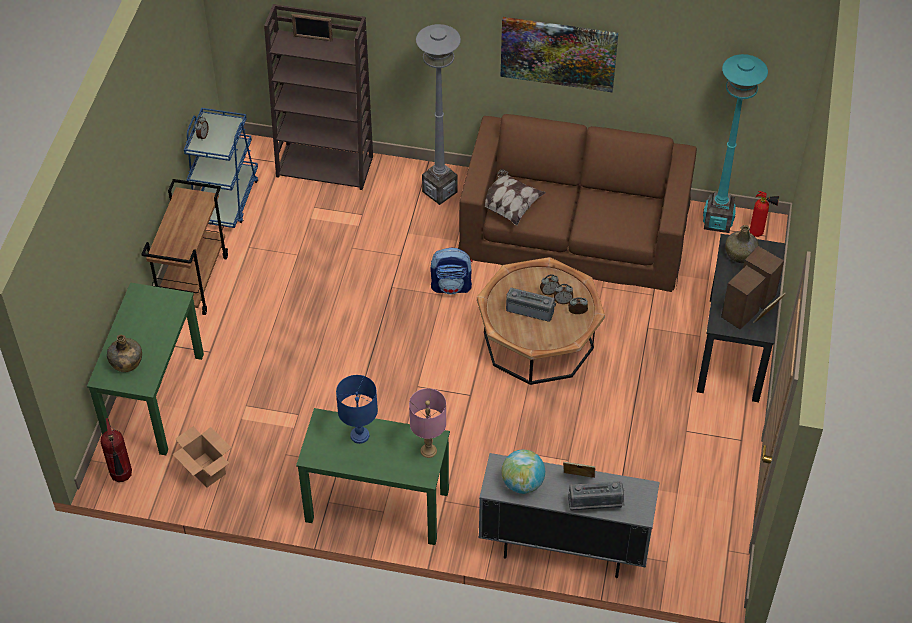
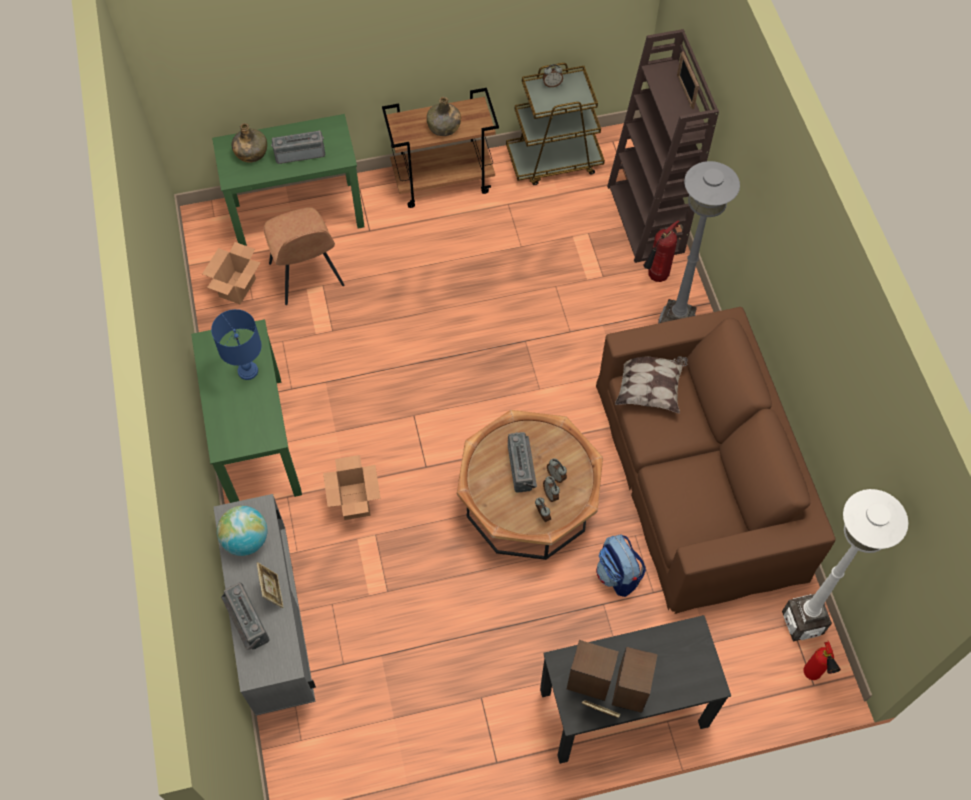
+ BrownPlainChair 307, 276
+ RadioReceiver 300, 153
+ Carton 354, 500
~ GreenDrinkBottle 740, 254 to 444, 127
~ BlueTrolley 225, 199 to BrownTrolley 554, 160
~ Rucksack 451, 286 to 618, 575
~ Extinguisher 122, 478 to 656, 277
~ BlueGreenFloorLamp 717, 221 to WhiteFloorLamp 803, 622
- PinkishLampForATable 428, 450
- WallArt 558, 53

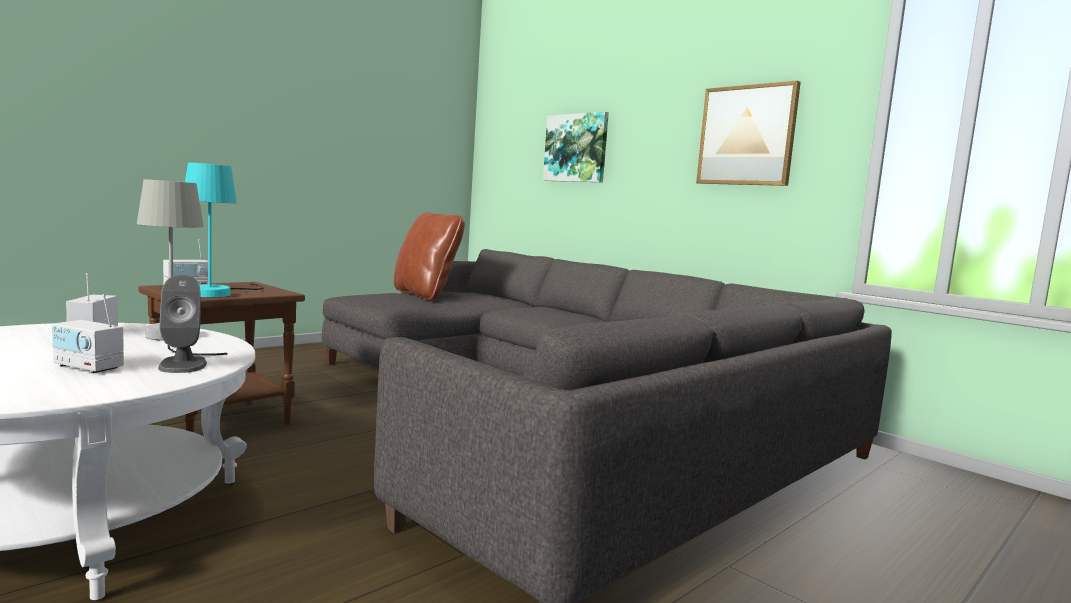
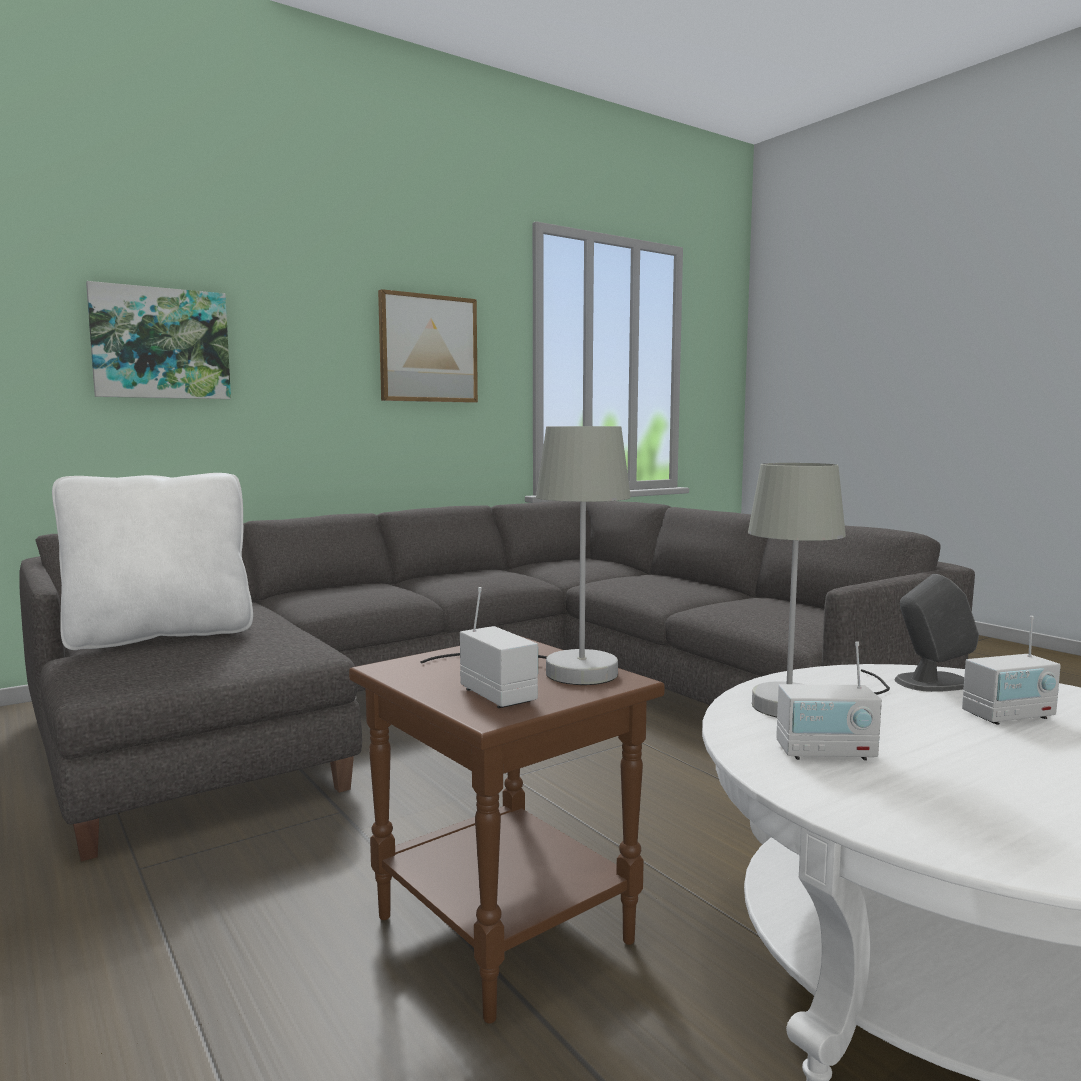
~ BrownCushion 425, 295 to WhiteCushion 161, 635
~ BlueGreenLampForATable 219, 293 to GrayLampForATable 560, 670
~ RadioReceiver 88, 367 = 1009, 716 45 degrees clockwise

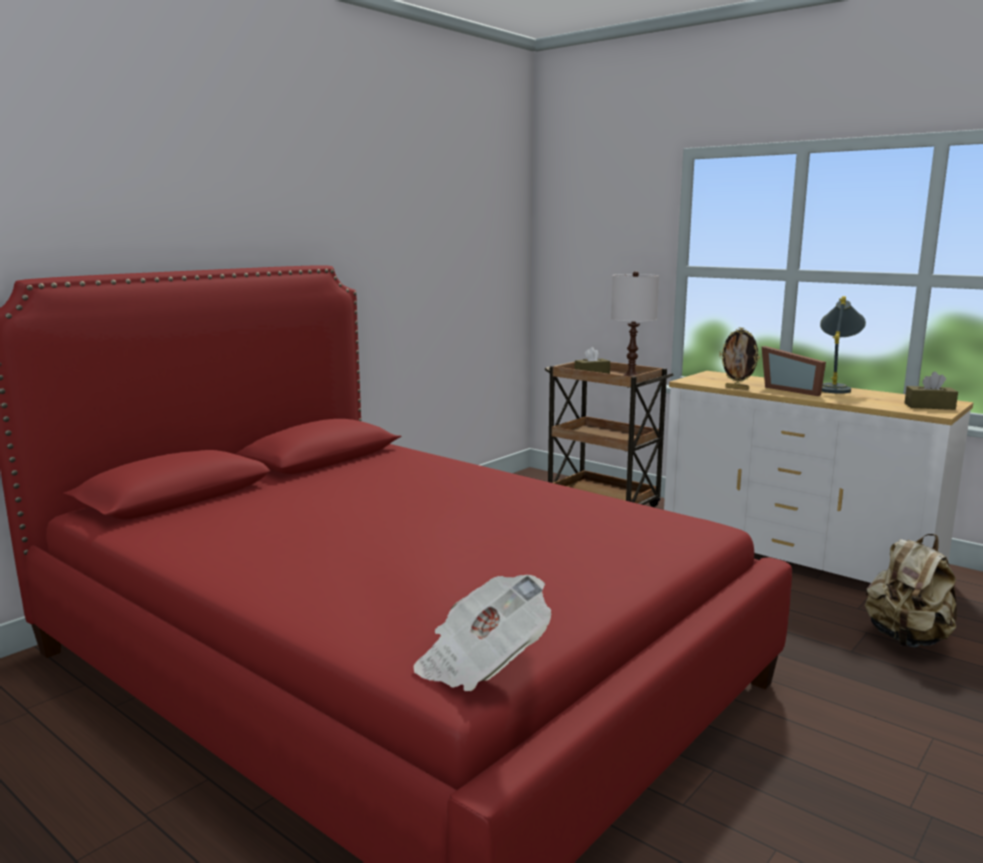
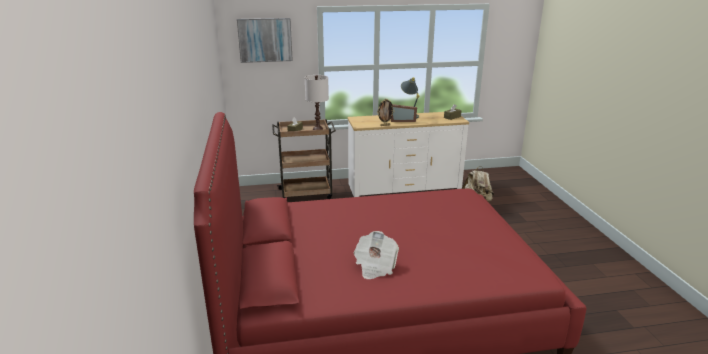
+ WallArt 265, 40
~ PrintedPaper 481, 663 to 375, 266

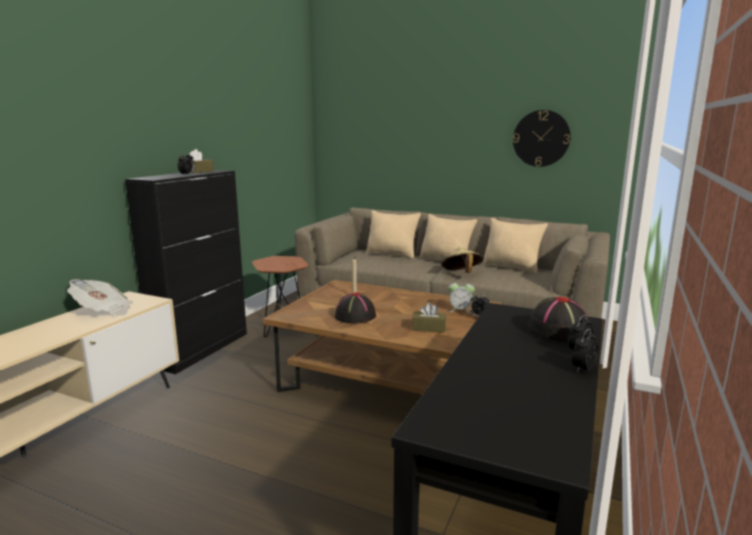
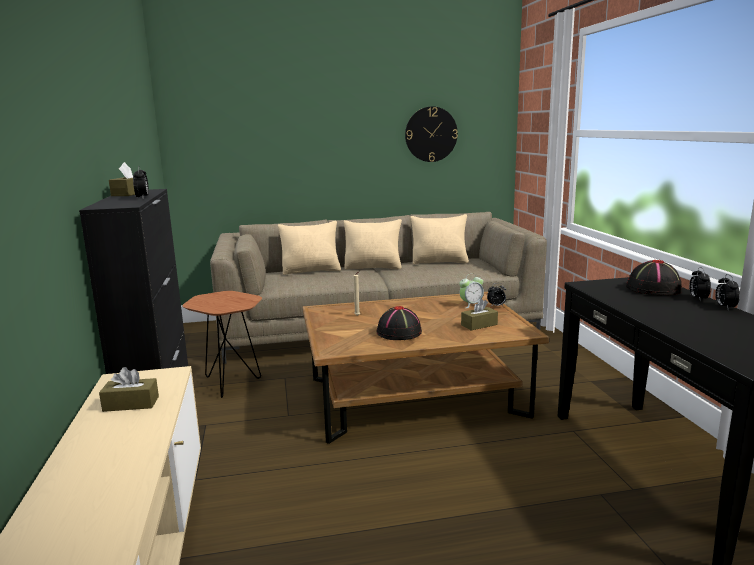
~ PrintedPaper 103, 311 to BrownBoxOfTissues 131, 404
- BeigeHat 461, 274

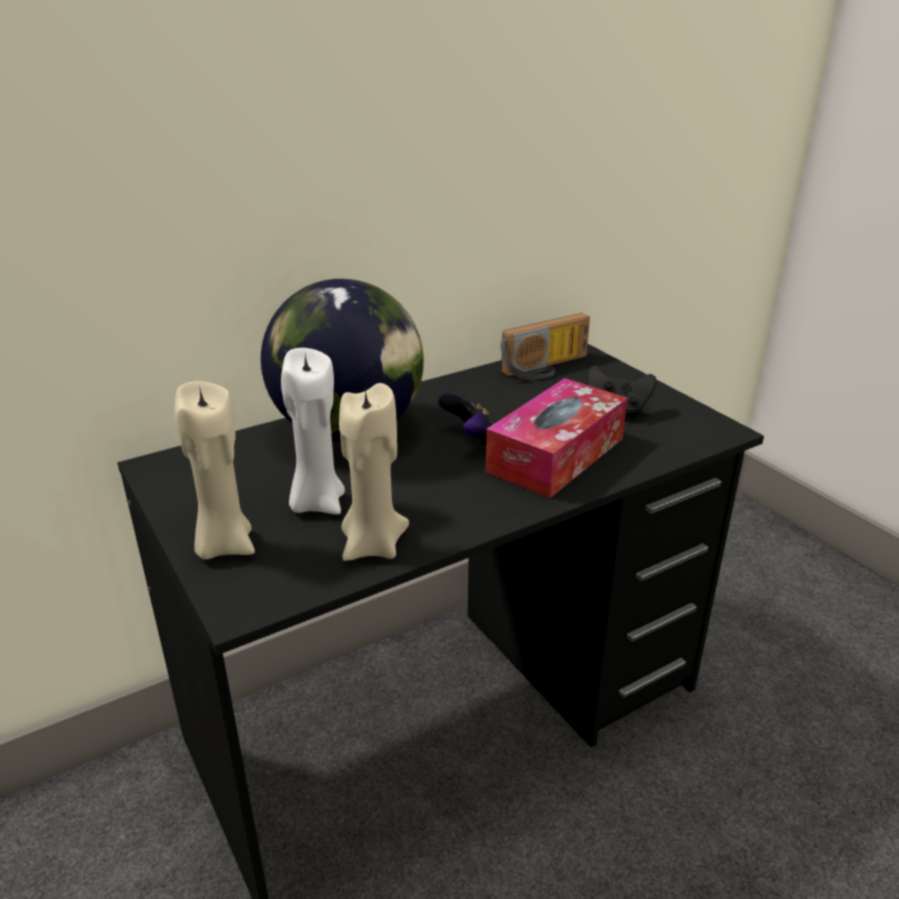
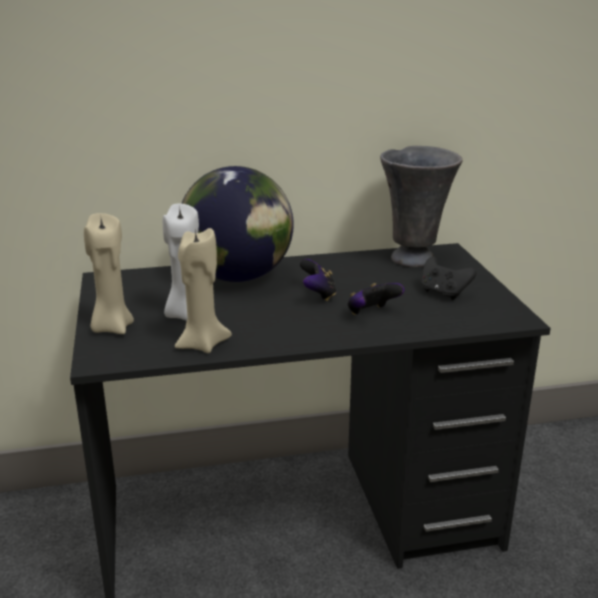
~ BoxOfTissues 556, 455 to Gamepad 371, 314
~ RadioReceiver 547, 368 to GrayFlowerVase 414, 258

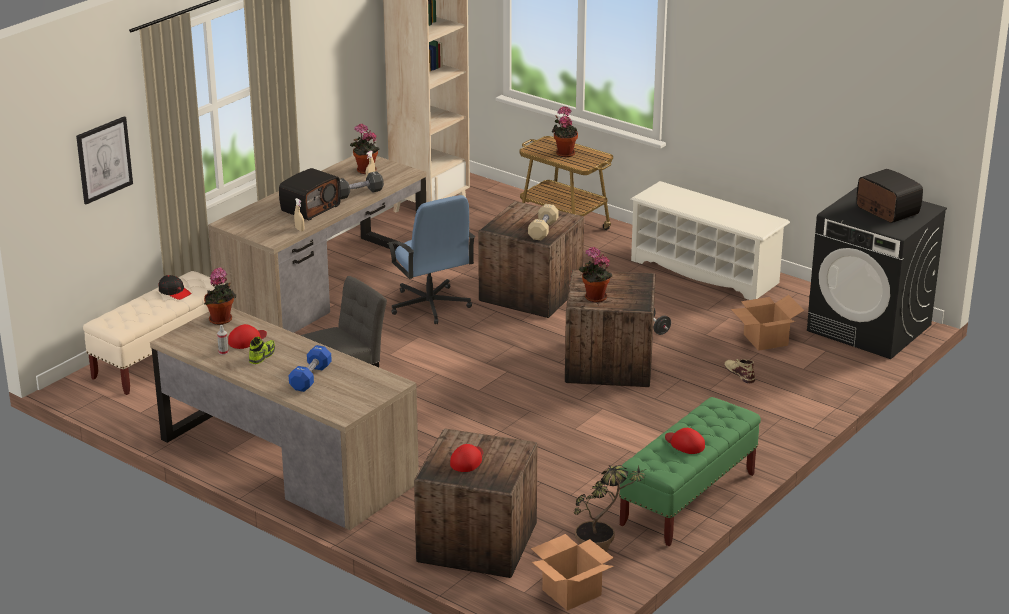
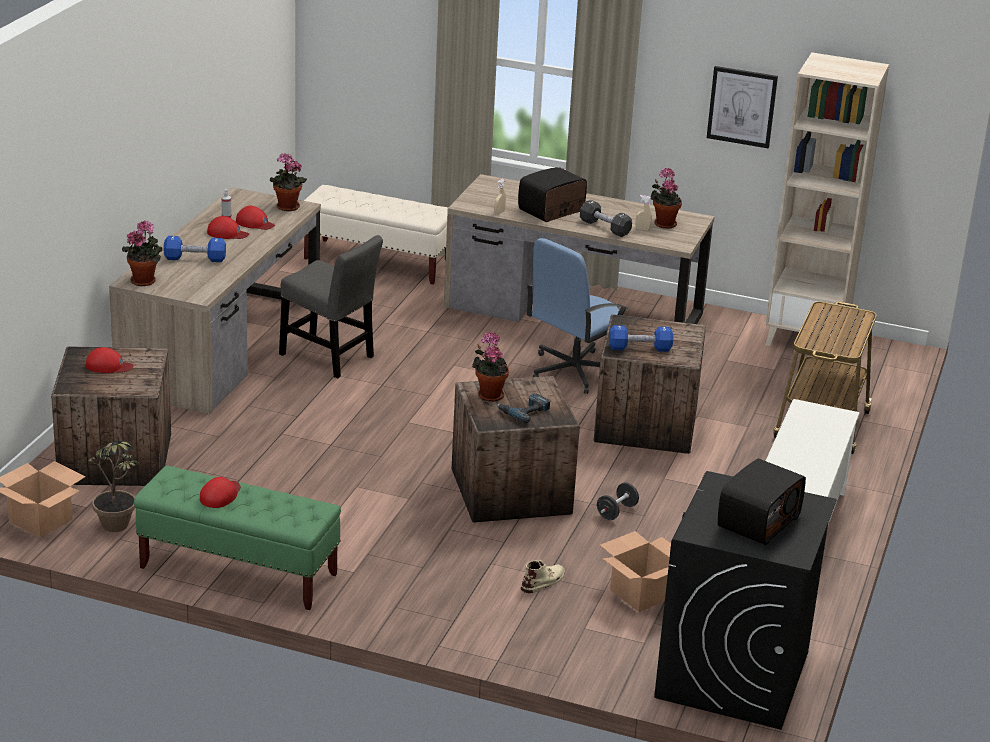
~ PlantInAPot 564, 153 to 145, 280
~ Shoe 262, 356 to ReddishCap 227, 233
+ PowerDrill 524, 411
~ RadioReceiver 310, 208 = 551, 211 120 degrees clockwise
~ BeigeHandWeight 543, 230 to BlueHandWeight 640, 348
~ WallArt 104, 159 to 742, 106
- BlackishCap 174, 292

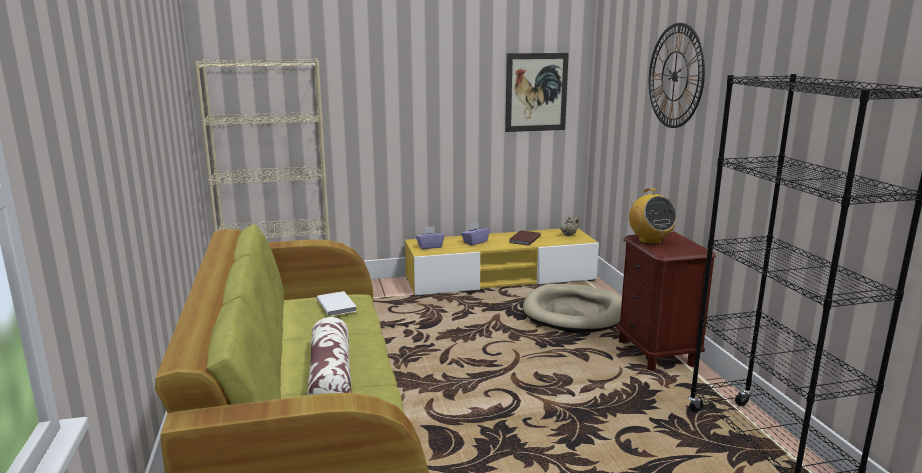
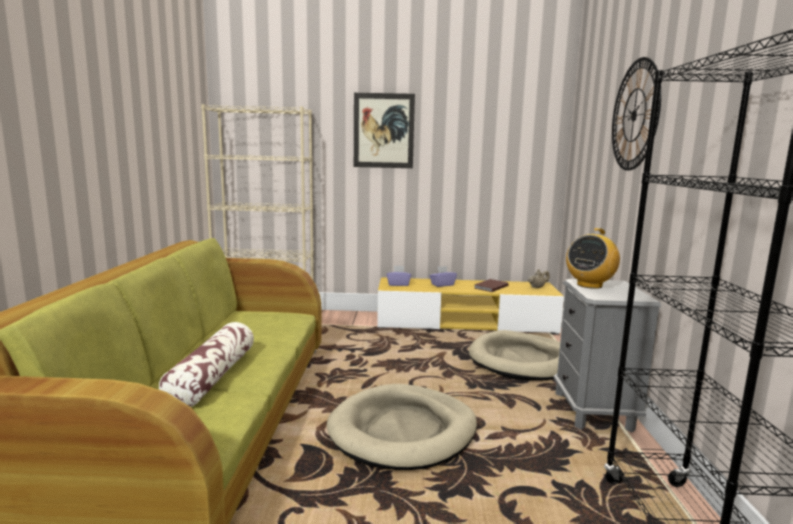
+ BeigePetBed 403, 431
~ WallArt 536, 92 to 383, 131
~ BrownBedsideTable 656, 353 to GrayBedsideTable 593, 411
~ RadioReceiver 650, 241 = 589, 285 45 degrees clockwise
- WhiteBoundBook 337, 305

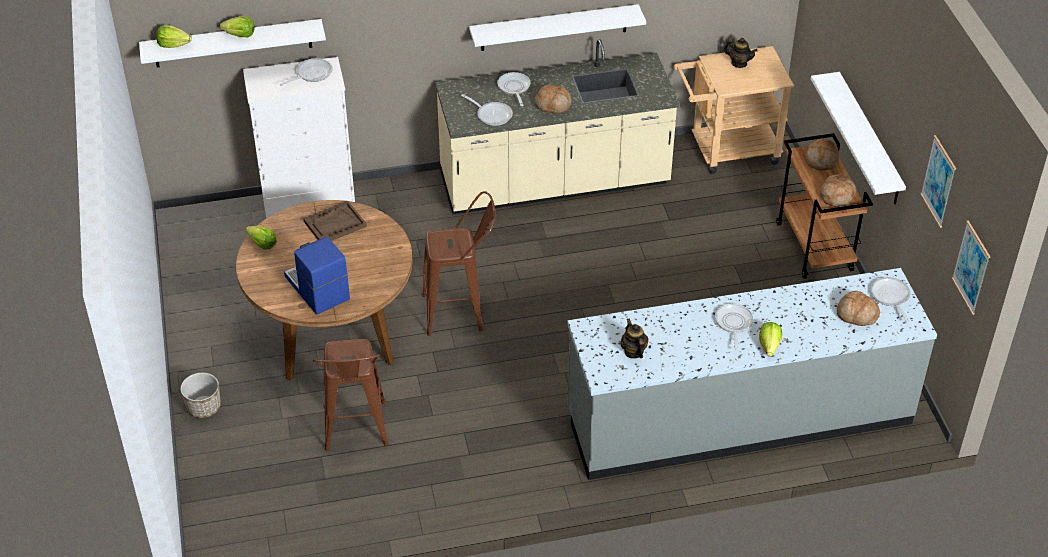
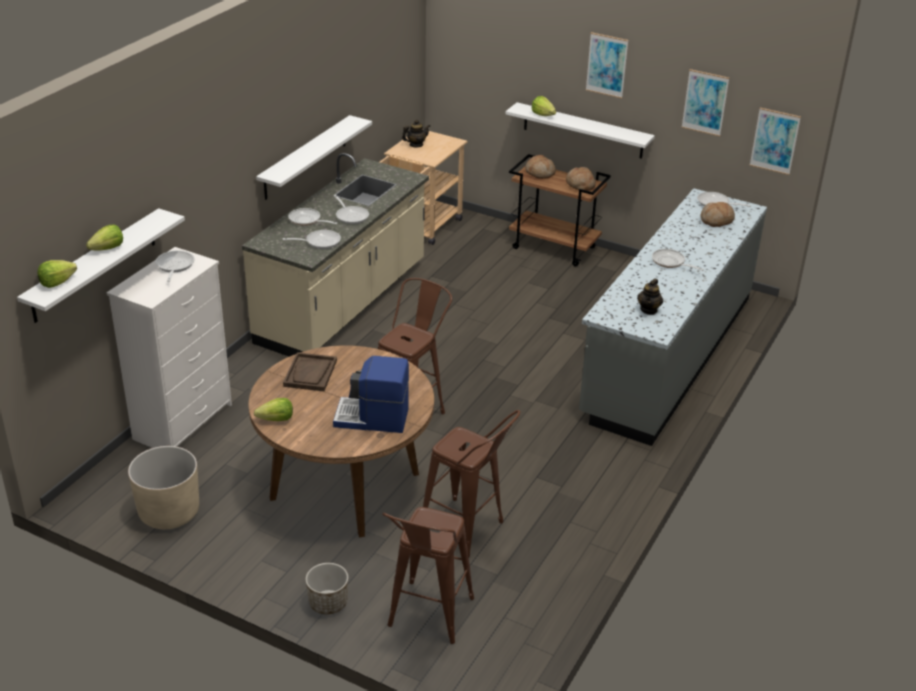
+ BeigePlanter 169, 512
~ Bread 553, 104 to Skillet 351, 216
+ BrownStool 427, 619
~ Lettuce 769, 346 to 543, 114
+ WallArt 606, 65
~ Teapot 633, 352 = 649, 310 90 degrees counterclockwise

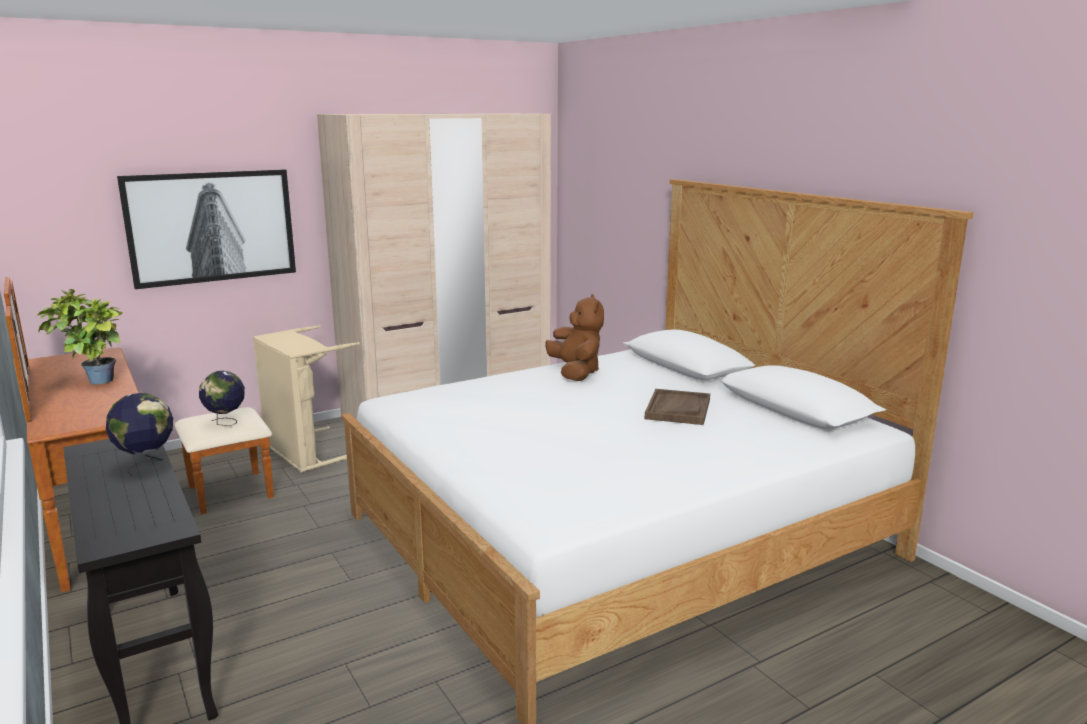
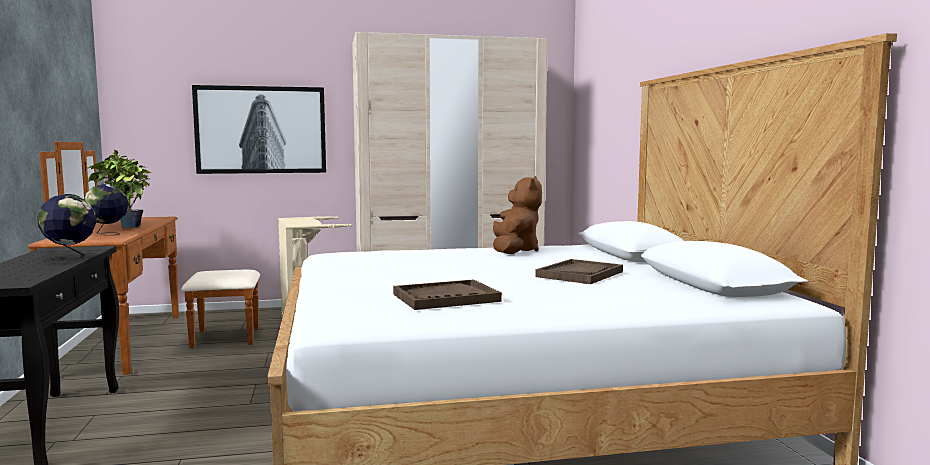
~ WorldGlobe 226, 423 to 108, 234
+ BrownCarryingTray 446, 298

